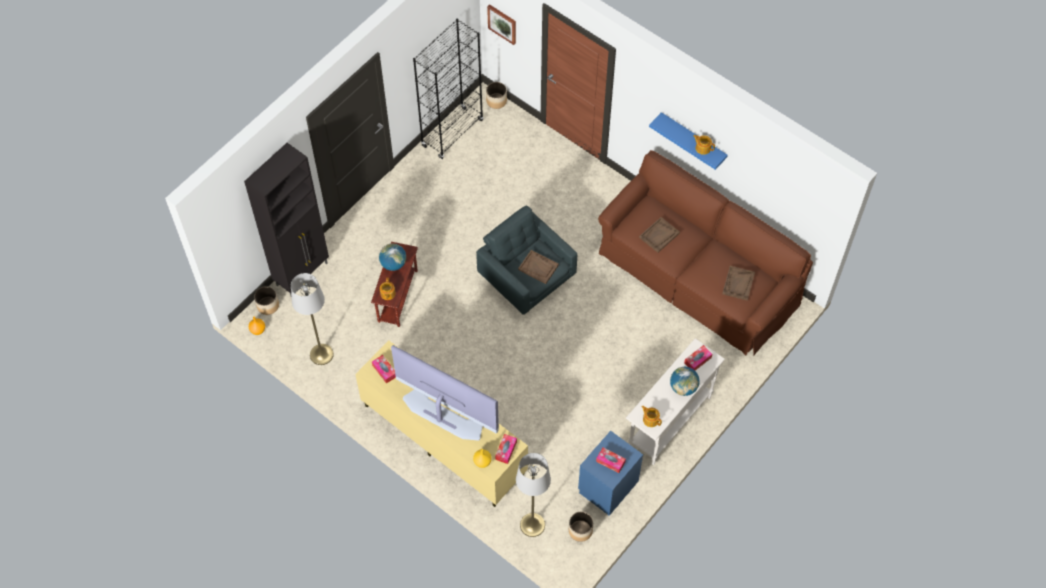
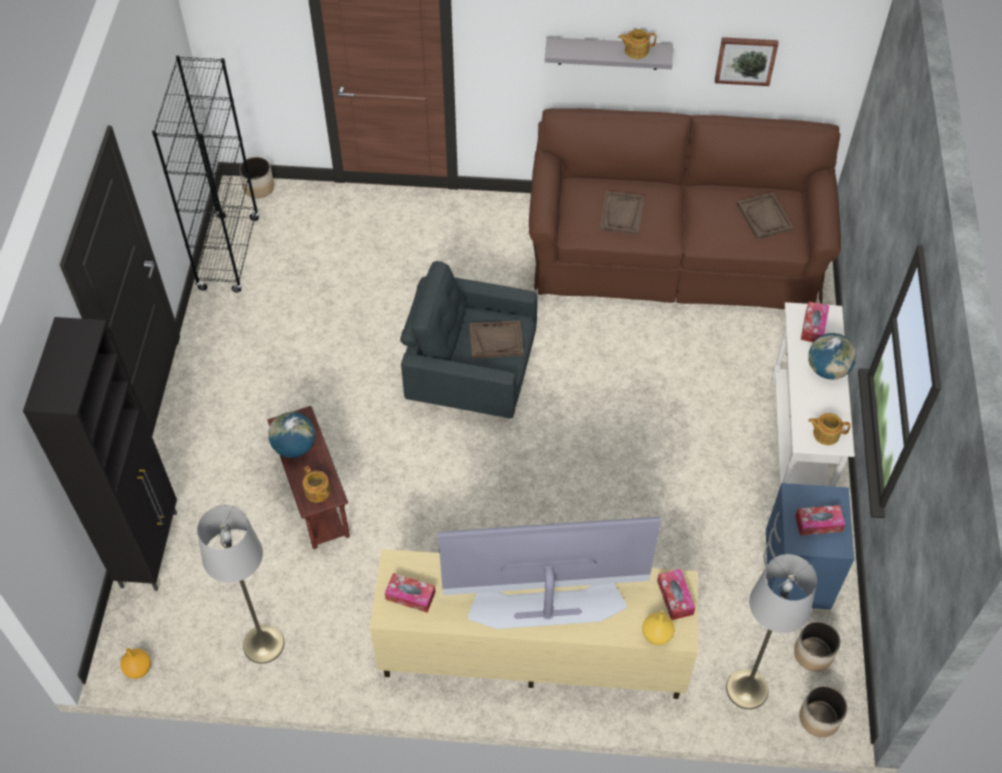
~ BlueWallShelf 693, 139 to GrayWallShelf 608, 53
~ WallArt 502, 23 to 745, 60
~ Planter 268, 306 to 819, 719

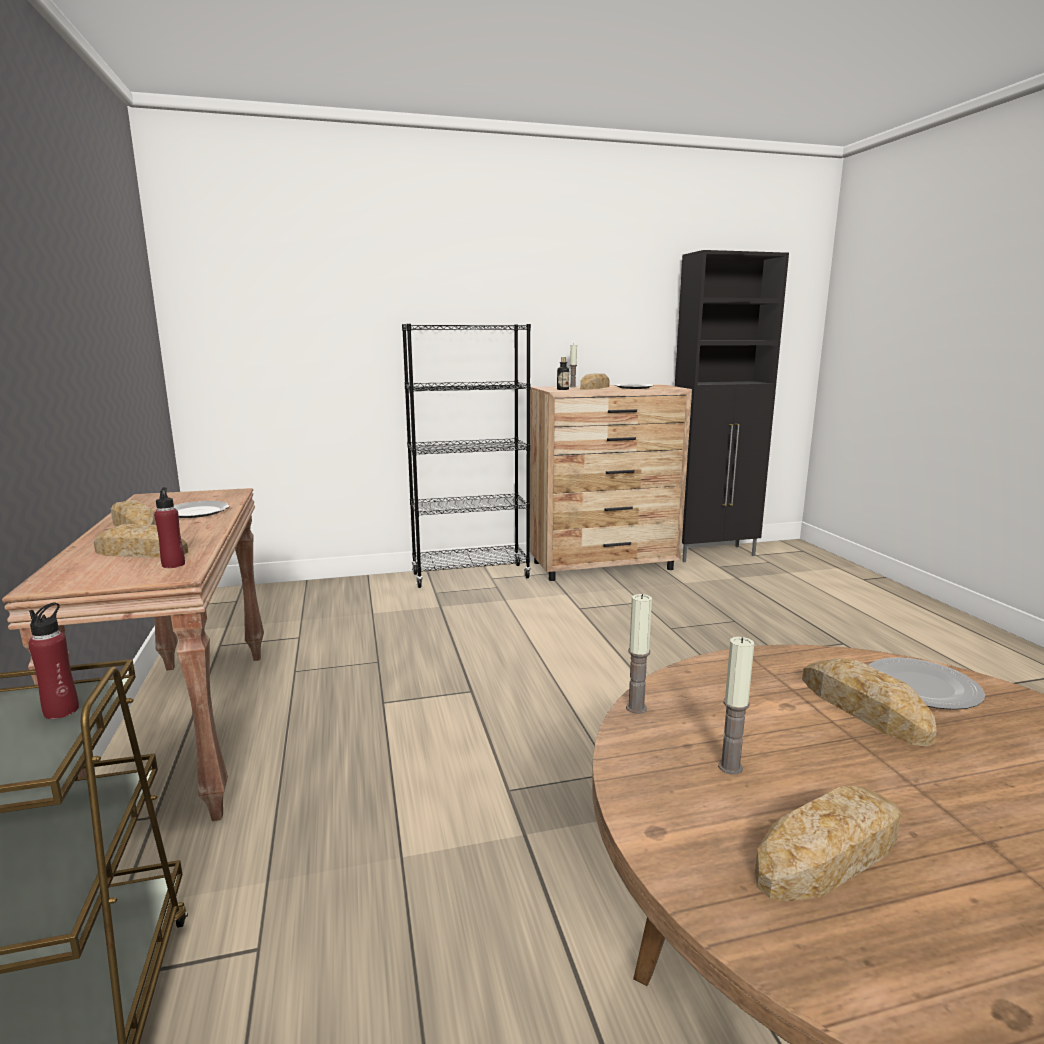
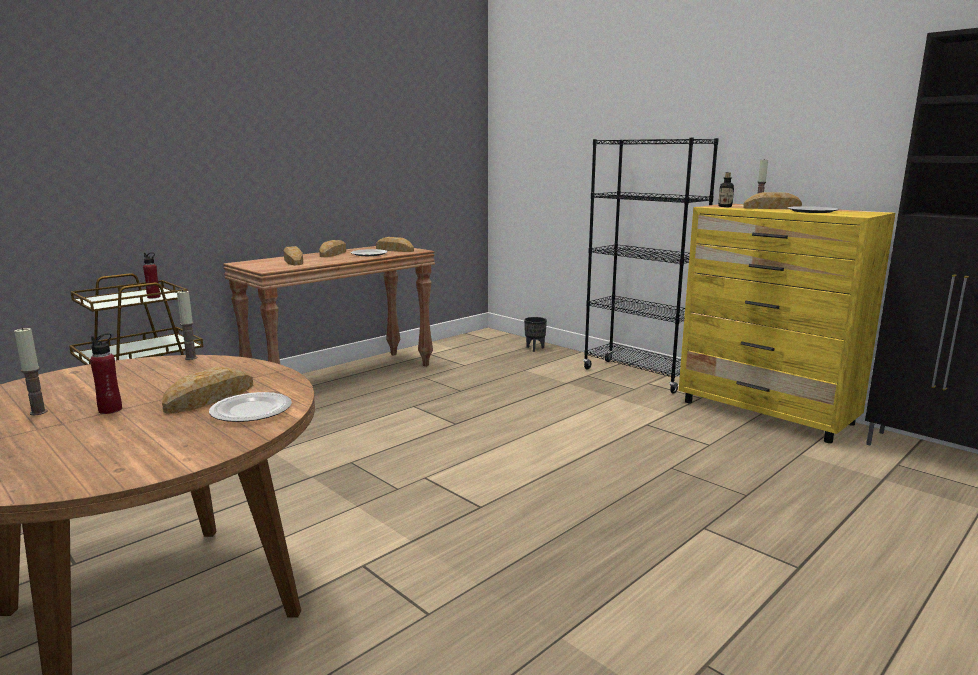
~ Candle 730, 767 to 38, 412
~ ReddishDrinkBottle 173, 564 to 110, 410
~ Bread 831, 854 to 394, 250
+ BlackishPlanter 535, 348
~ BrownChestOfDrawers 604, 566 to YellowishChestOfDrawers 766, 413

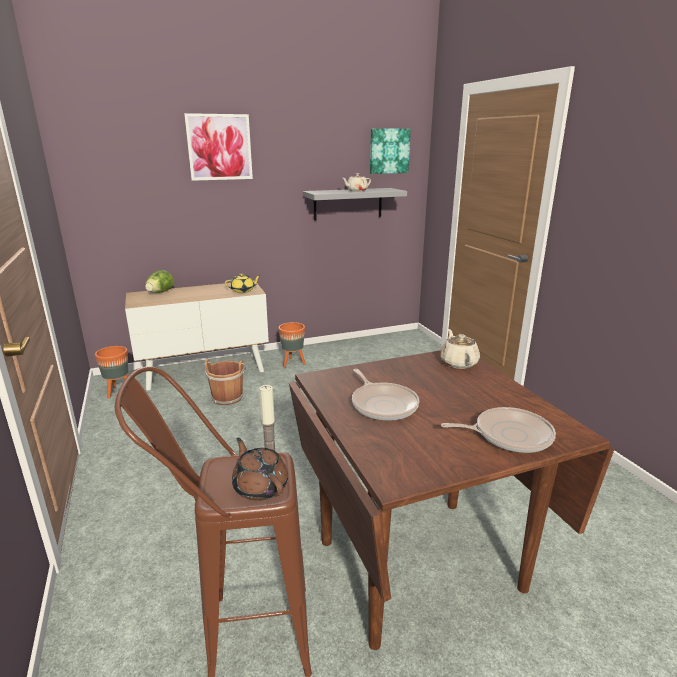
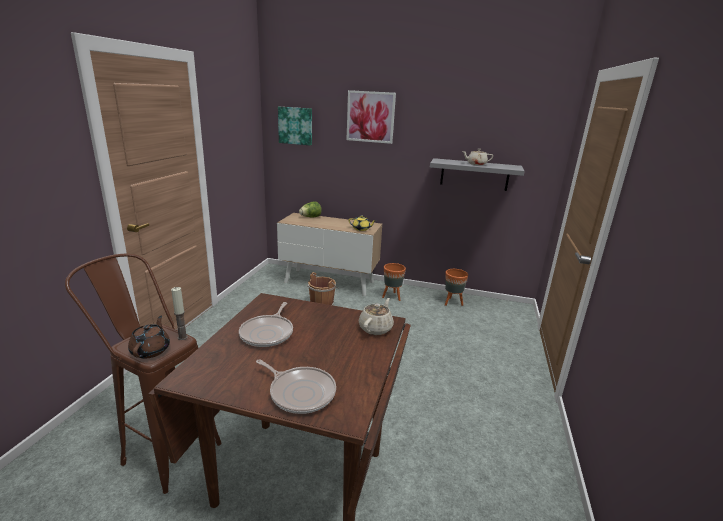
~ WallArt 389, 151 to 295, 125
~ OrangePlanter 118, 392 to 452, 303

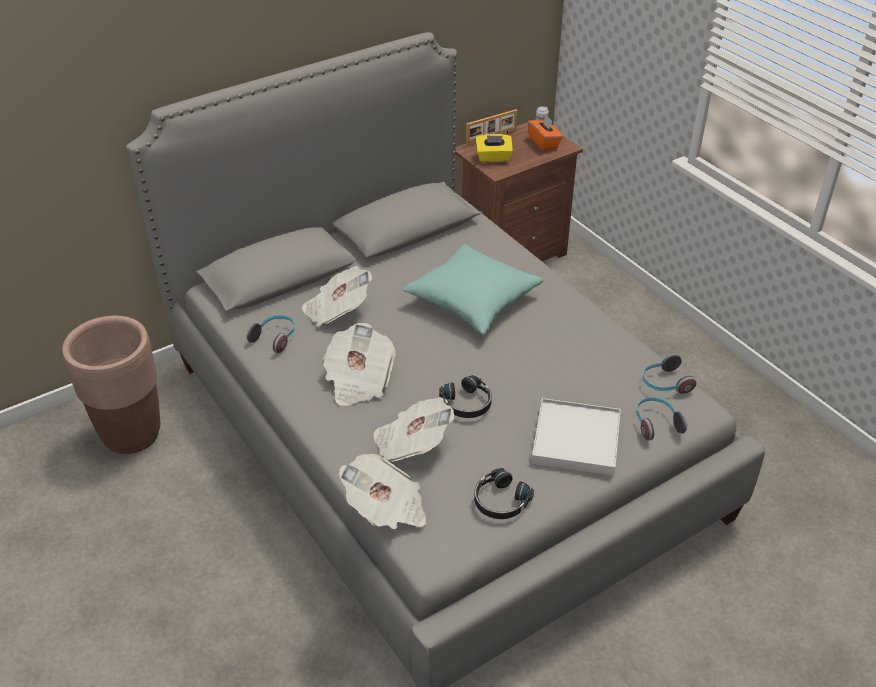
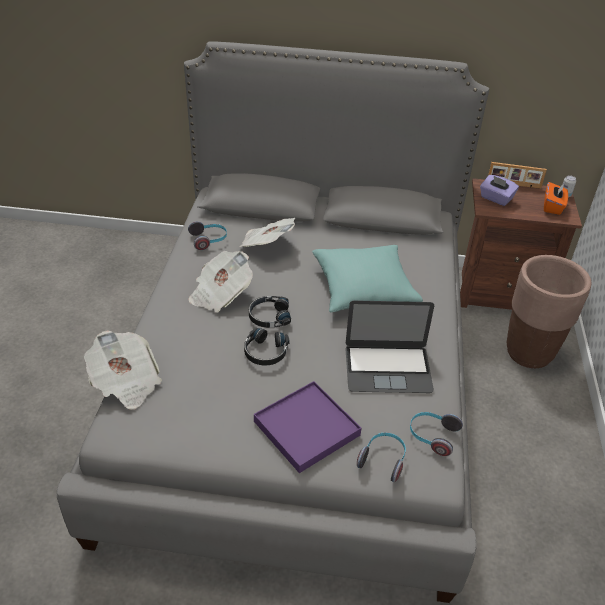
~ BlackishPairOfHeadphones 500, 501 to 269, 316
~ WhiteCarryingTray 576, 440 to PurplishCarryingTray 307, 428
+ PortableComputer 388, 368
~ YellowishBoxOfTissues 493, 158 to PurplishBoxOfTissues 496, 199
~ BrownPlanter 131, 435 to 528, 353
- PrintedPaper 411, 444

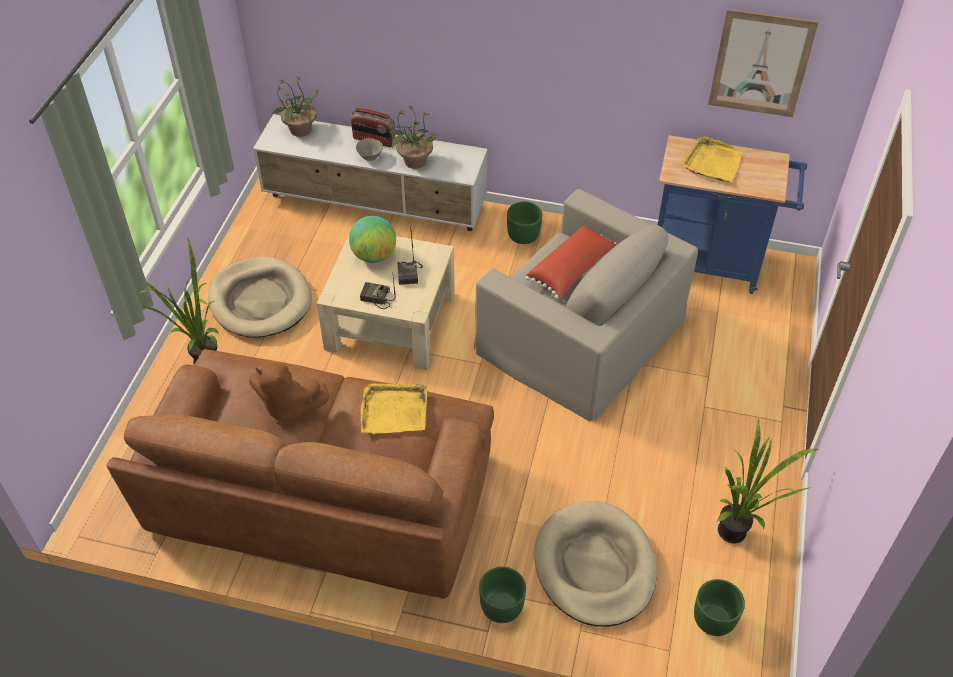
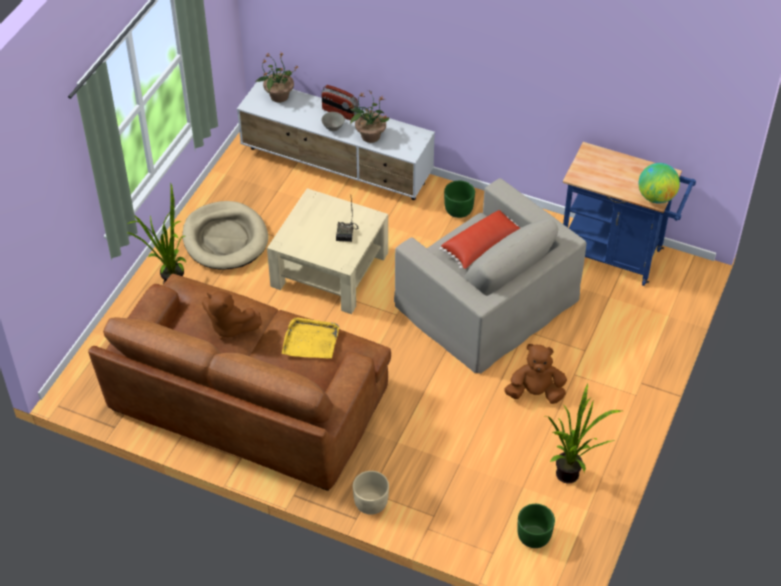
~ GreenPlanter 501, 607 to BeigePlanter 370, 503
+ BrownCuddlyToy 535, 393
~ WorldGlobe 374, 256 to 656, 197
- RadioReceiver 375, 298
- BeigePetBed 594, 566
- YellowishCarryingTray 712, 162
- WallArt 760, 63

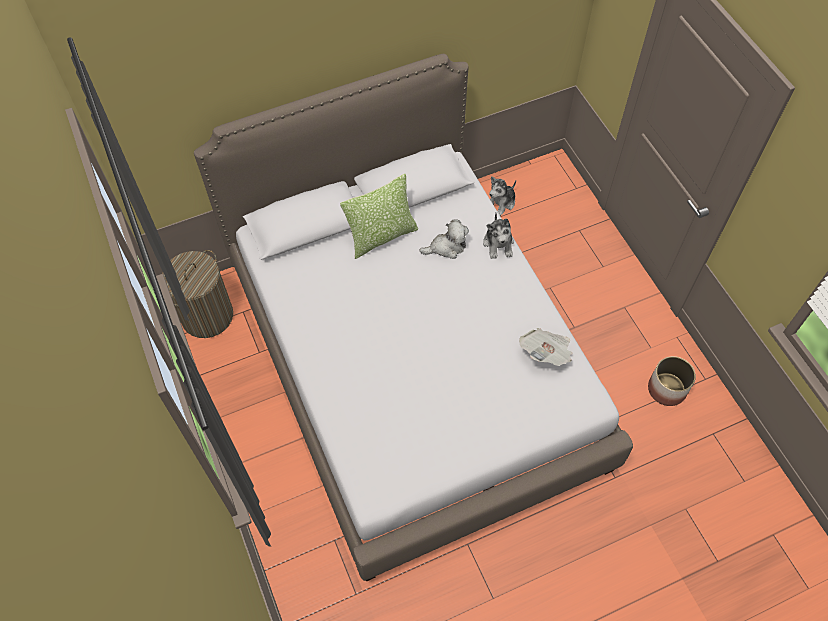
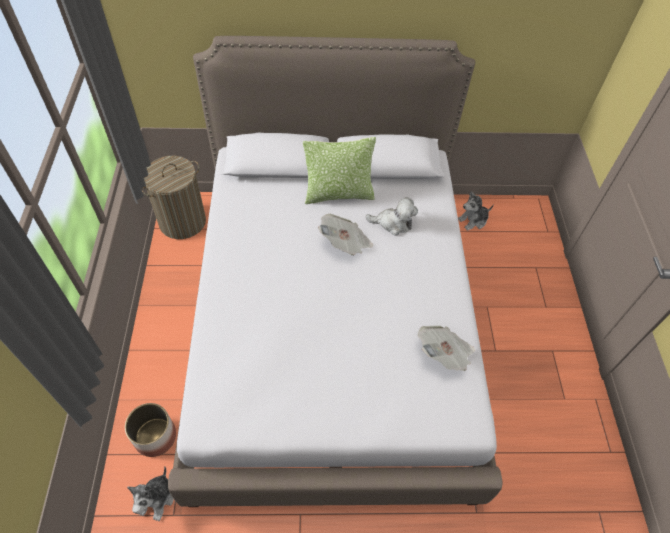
~ Planter 667, 389 to 156, 437
~ CuddlyToy 498, 243 to 157, 499
+ PrintedPaper 345, 243

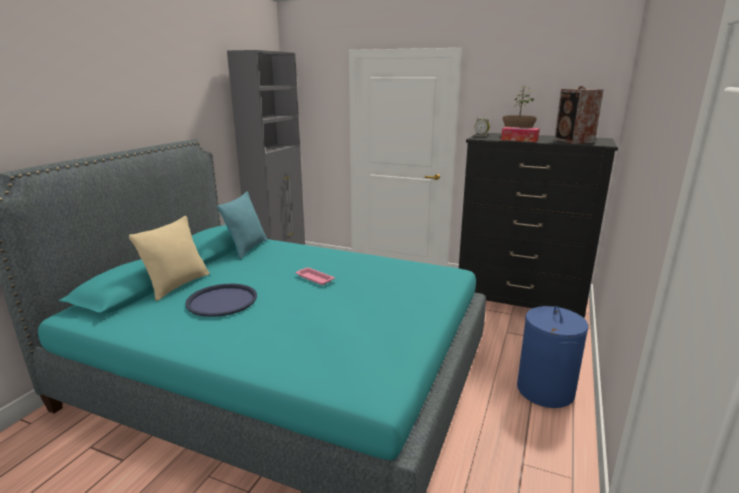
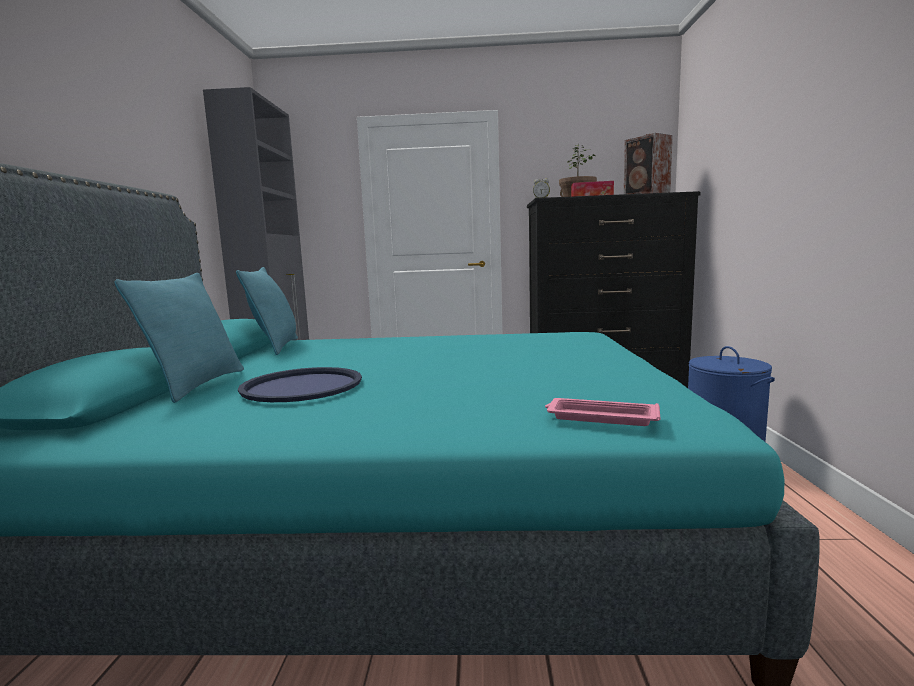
~ BeigeCushion 177, 285 to BlueGreenCushion 197, 385
~ PinkishCarryingTray 314, 278 to 600, 417

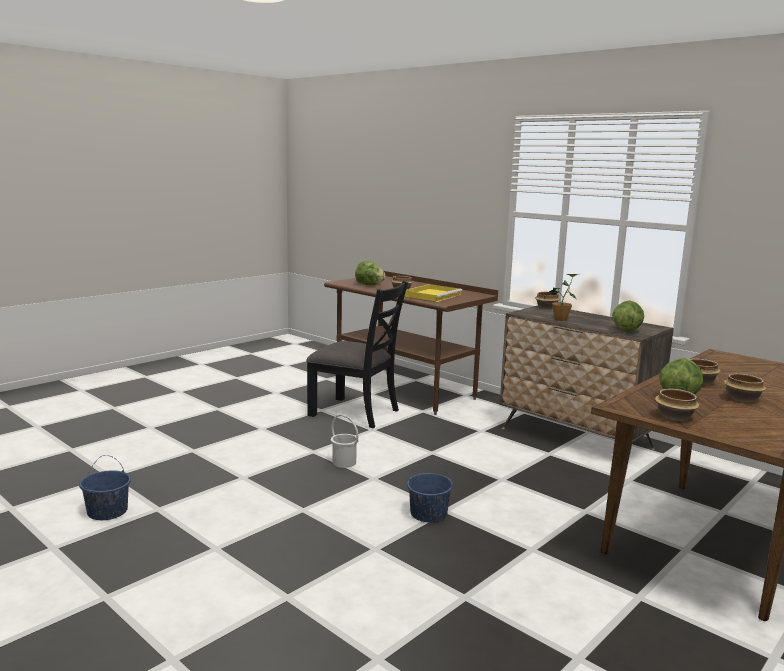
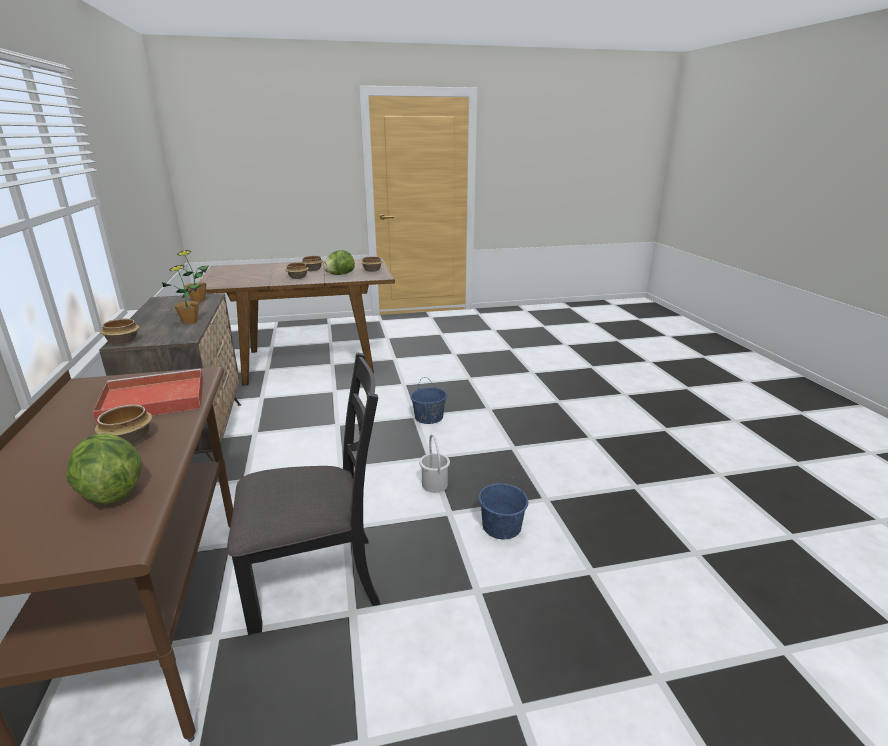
~ YellowishCarryingTray 432, 295 to ReddishCarryingTray 151, 400
~ Lettuce 626, 330 to PlantInAPot 198, 300
~ BlackishPlainChair 355, 412 = 316, 579 105 degrees clockwise
~ BlueBucket 107, 512 to 502, 526

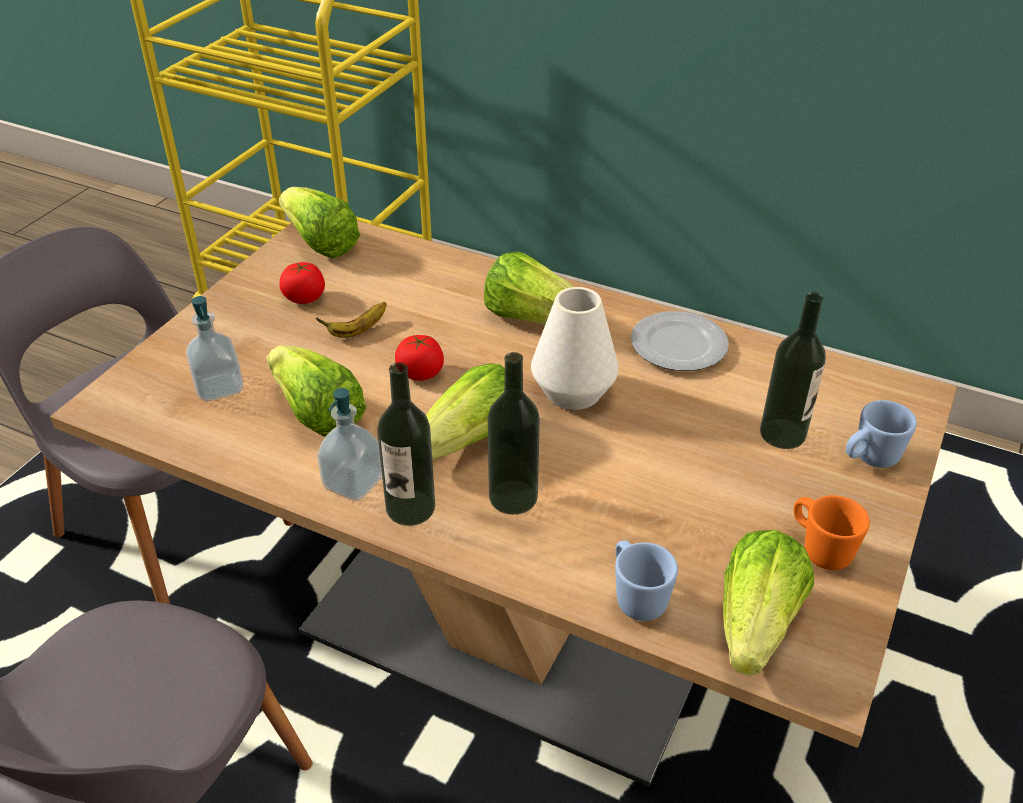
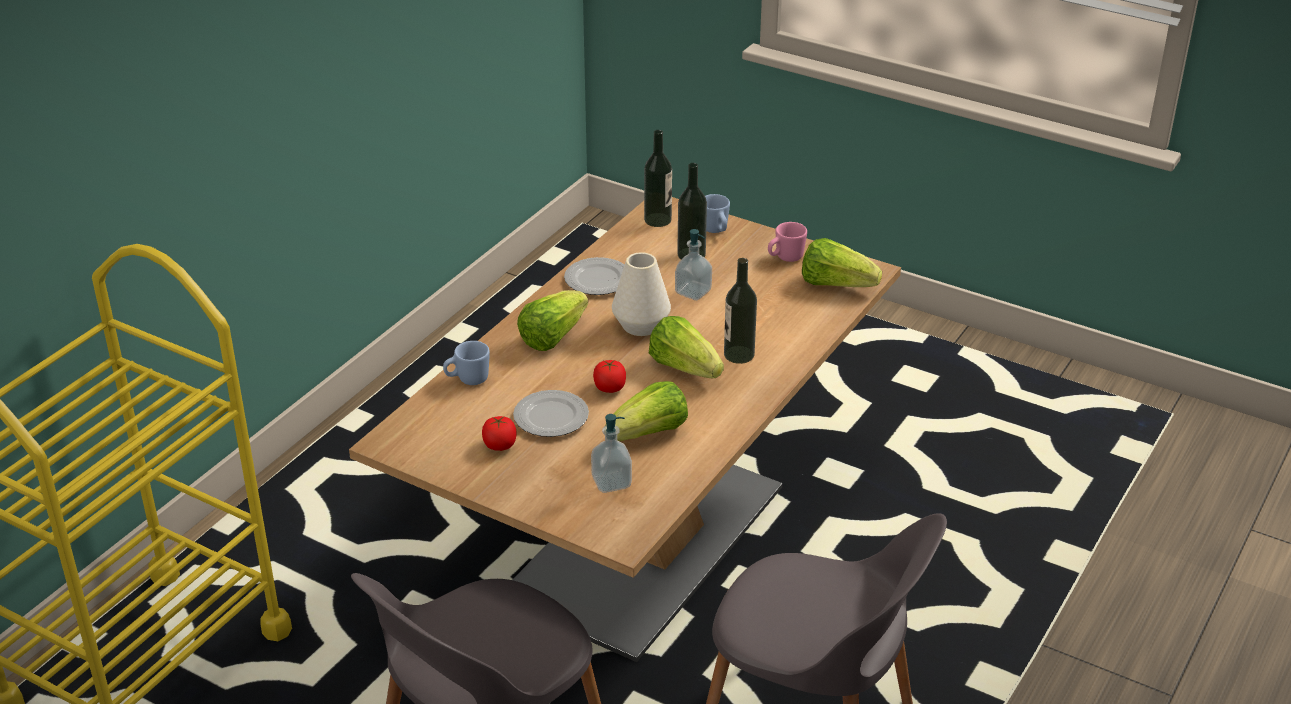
~ BlueTeaMug 636, 596 to 467, 380
~ Banana 357, 331 to DinnerPlate 552, 417
~ DrinkBottle 410, 508 to 657, 220
~ LiquidSoapBottle 353, 483 to 693, 292
~ OrangeTeaMug 819, 549 to PinkishTeaMug 785, 258
- Lettuce 320, 243

